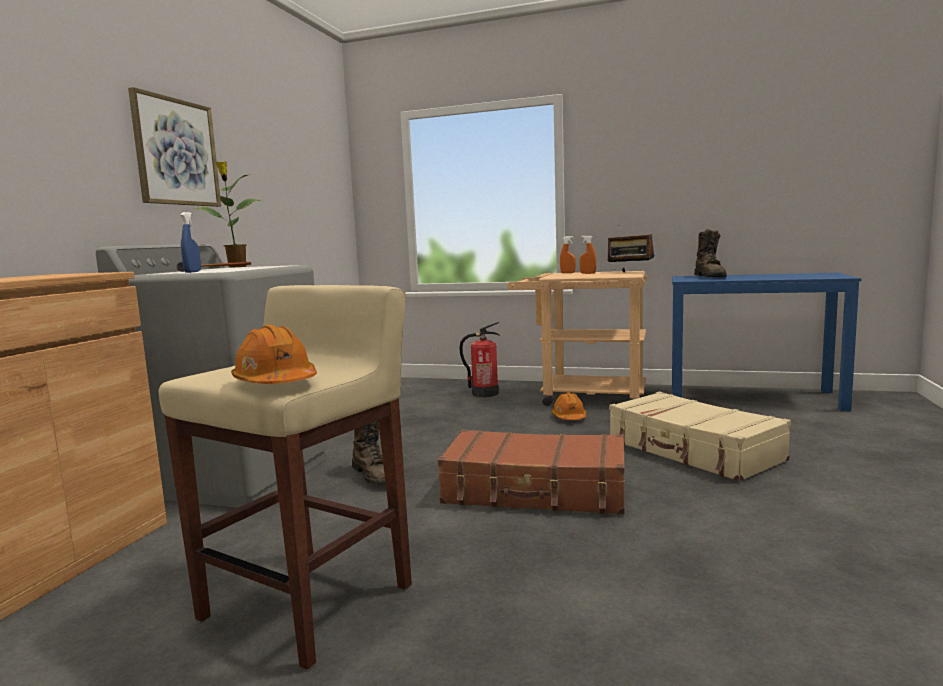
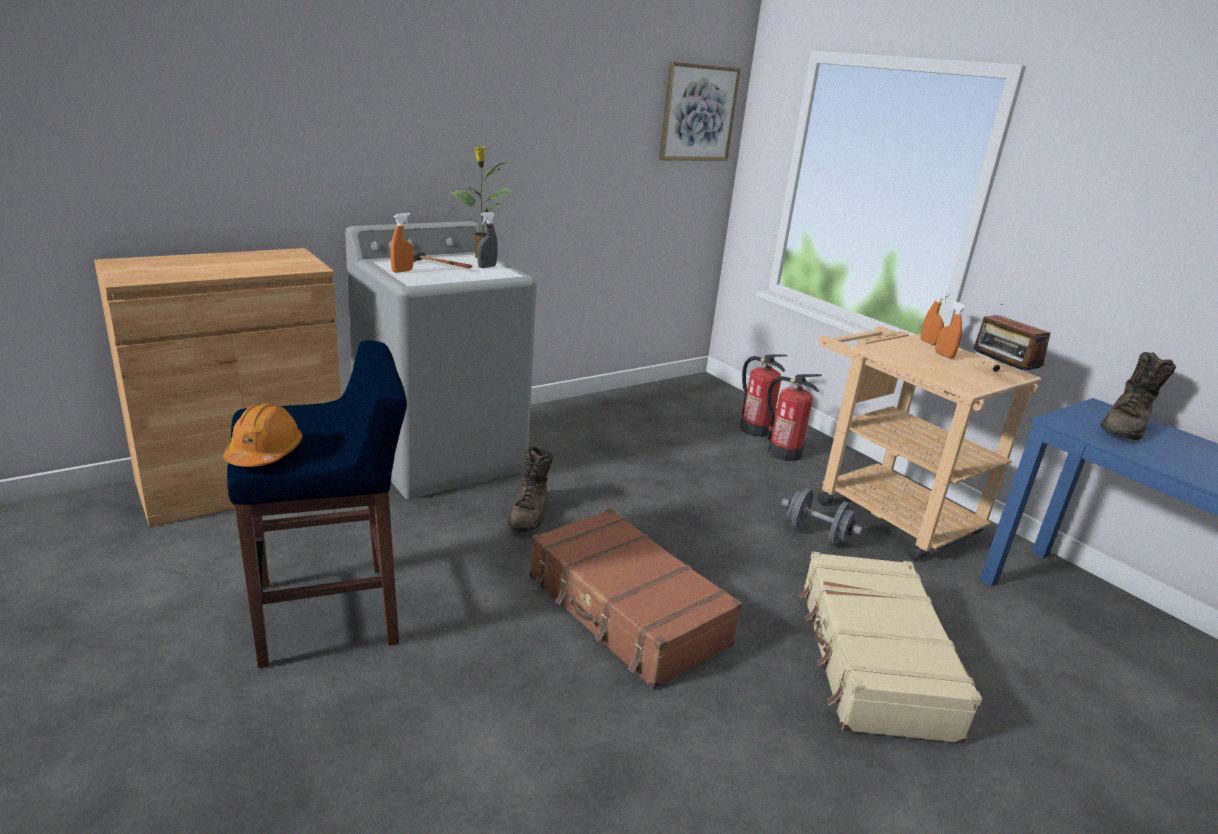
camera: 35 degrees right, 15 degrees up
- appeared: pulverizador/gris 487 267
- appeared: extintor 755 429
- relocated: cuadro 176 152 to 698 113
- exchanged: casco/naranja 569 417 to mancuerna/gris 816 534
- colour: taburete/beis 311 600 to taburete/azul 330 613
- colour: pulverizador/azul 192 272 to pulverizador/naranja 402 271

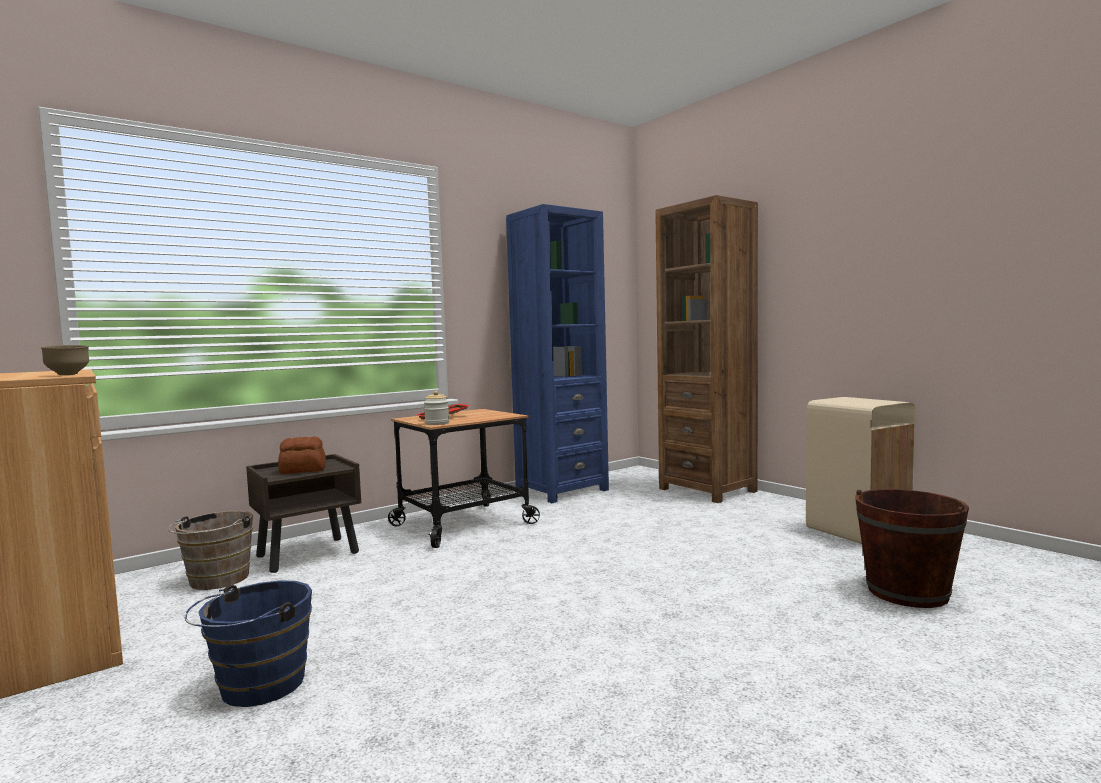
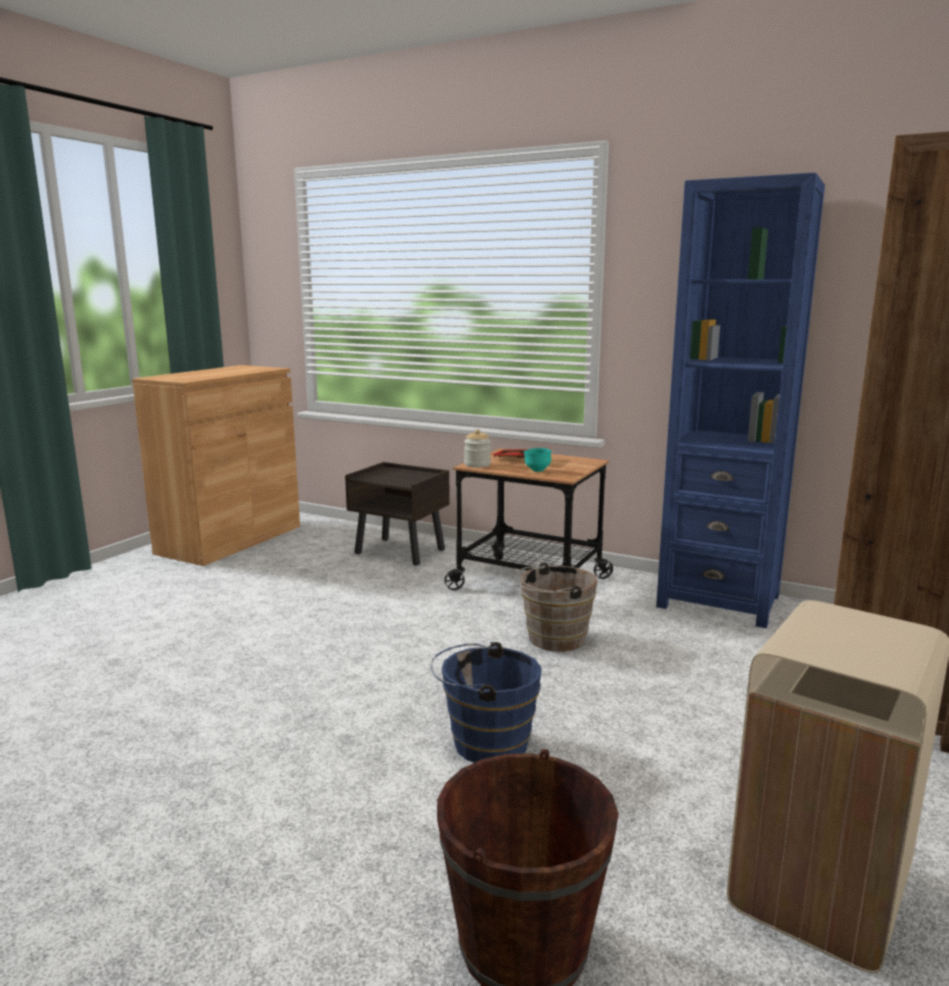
camera: 65 degrees right, 10 degrees up
- missing: cuenco/marrón 68 375
- missing: pan 303 470
- appeared: cuenco/turquesa 537 470
- relocated: cubo/marrón 216 581 to 551 639
- relocated: cubo/azul 256 687 to 484 742

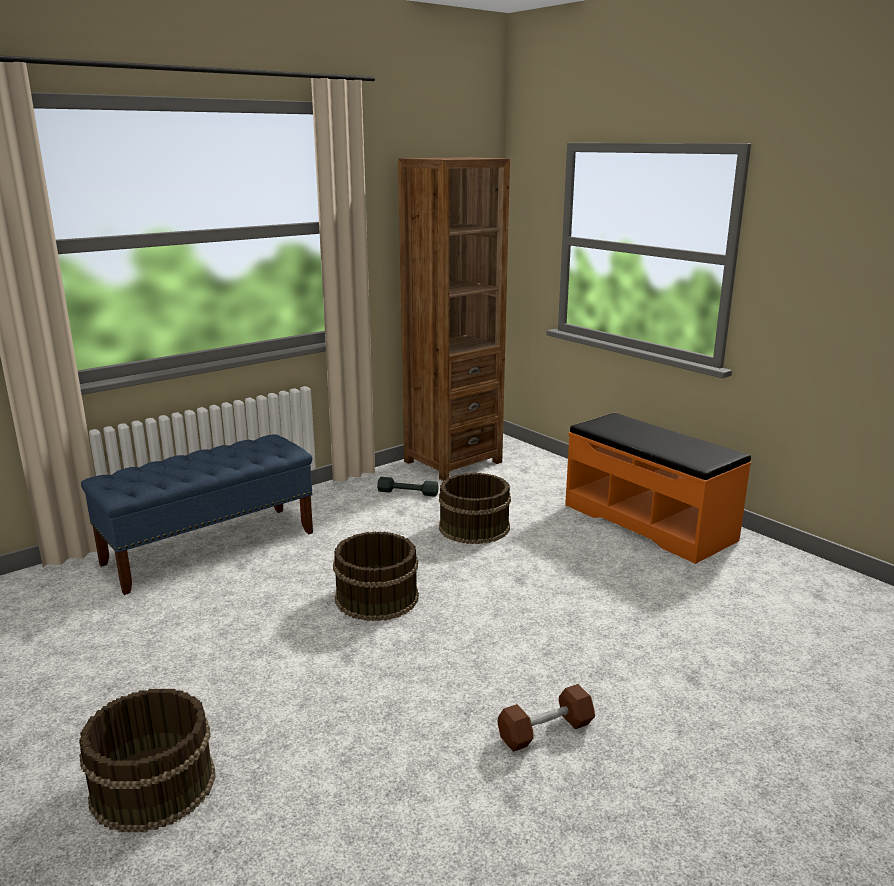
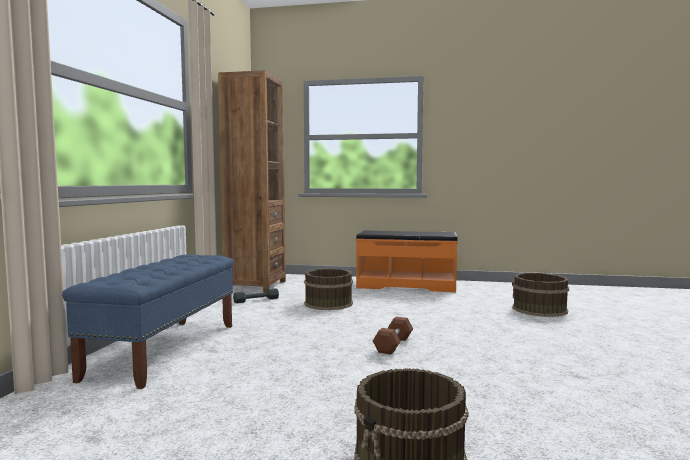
camera: 40 degrees left, 15 degrees down
- relocated: cubo/marrón 375 597 to 539 310
- relocated: mancuerna/marrón 545 731 to 393 345

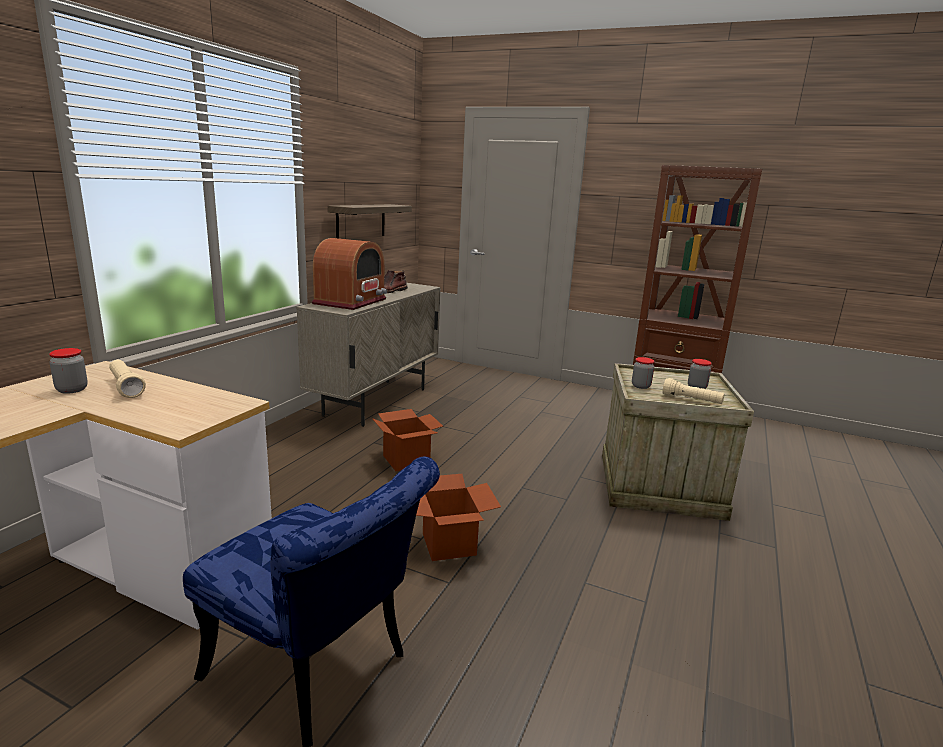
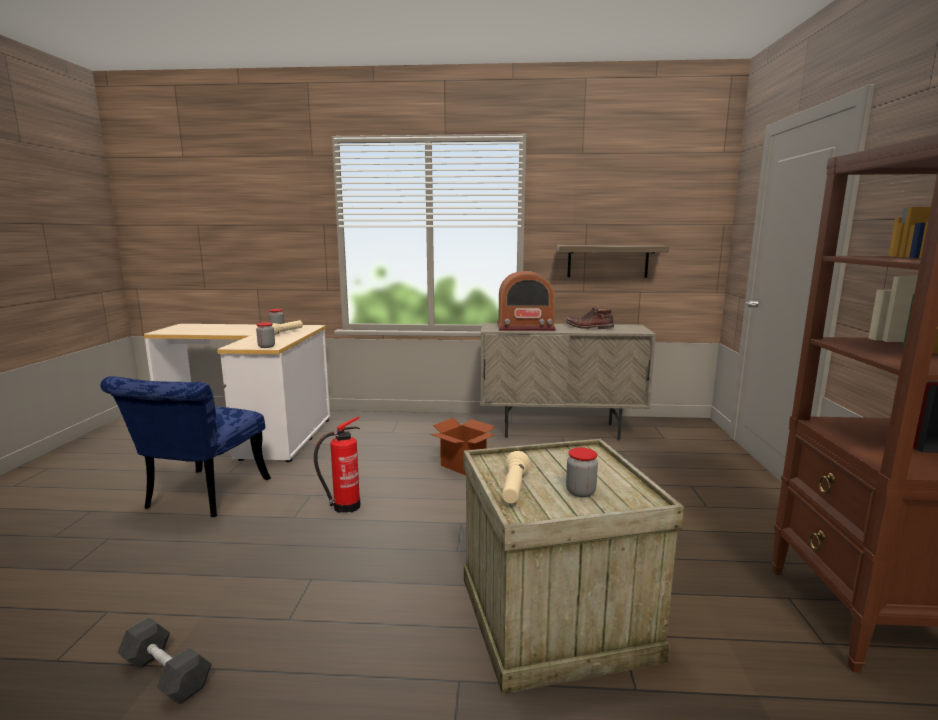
camera: 70 degrees right, 5 degrees down
- appeared: mancuerna/gris 166 674
- relocated: tarro 641 386 to 266 346
- exchanged: caja de cartón 448 544 to extintor 344 507

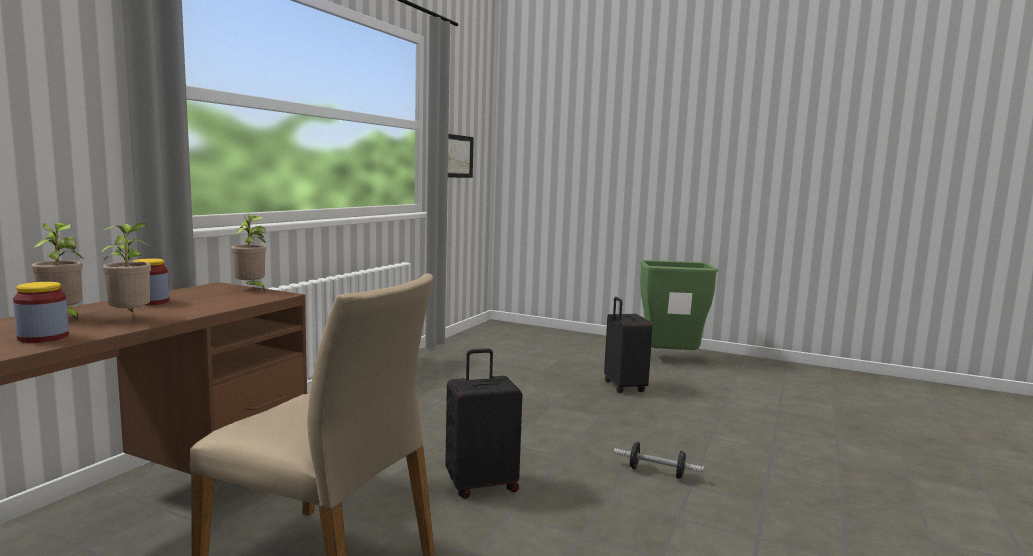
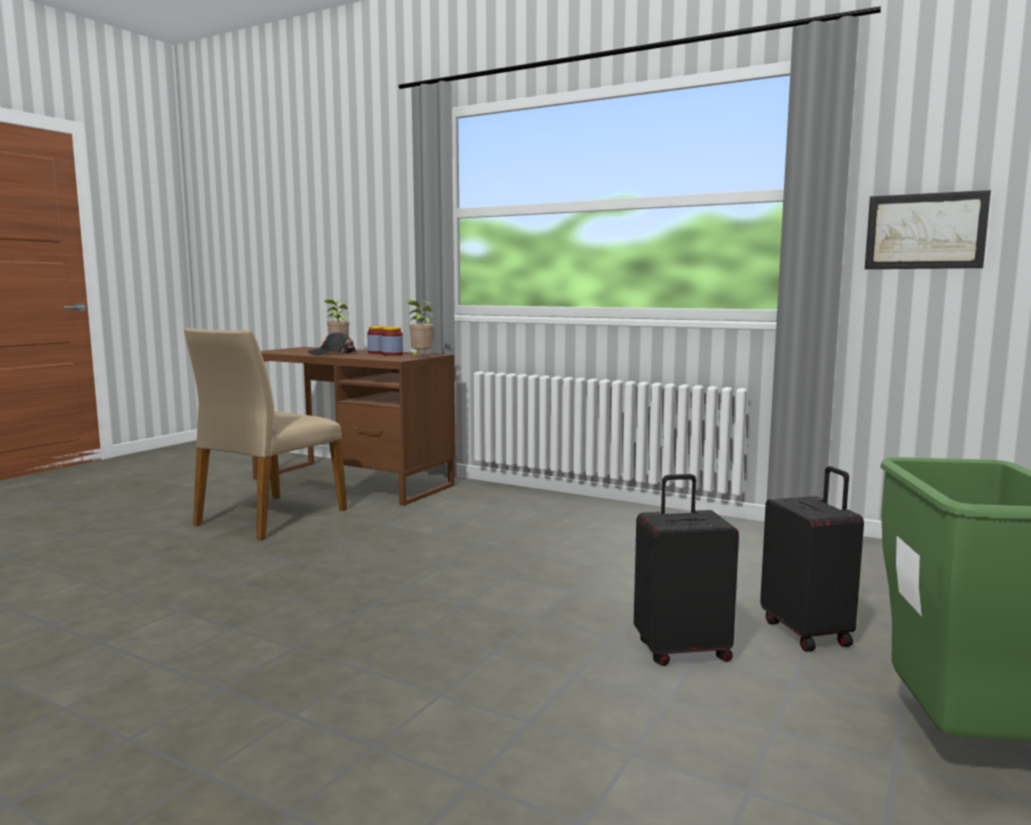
camera: 95 degrees right, 0 degrees up
- missing: mancuerna 656 472
- relocated: tarro 43 337 to 392 354
- relocated: maleta/negro 481 485 to 808 632
- exchanged: planta en maceta 131 318 to gorra/negro 332 353

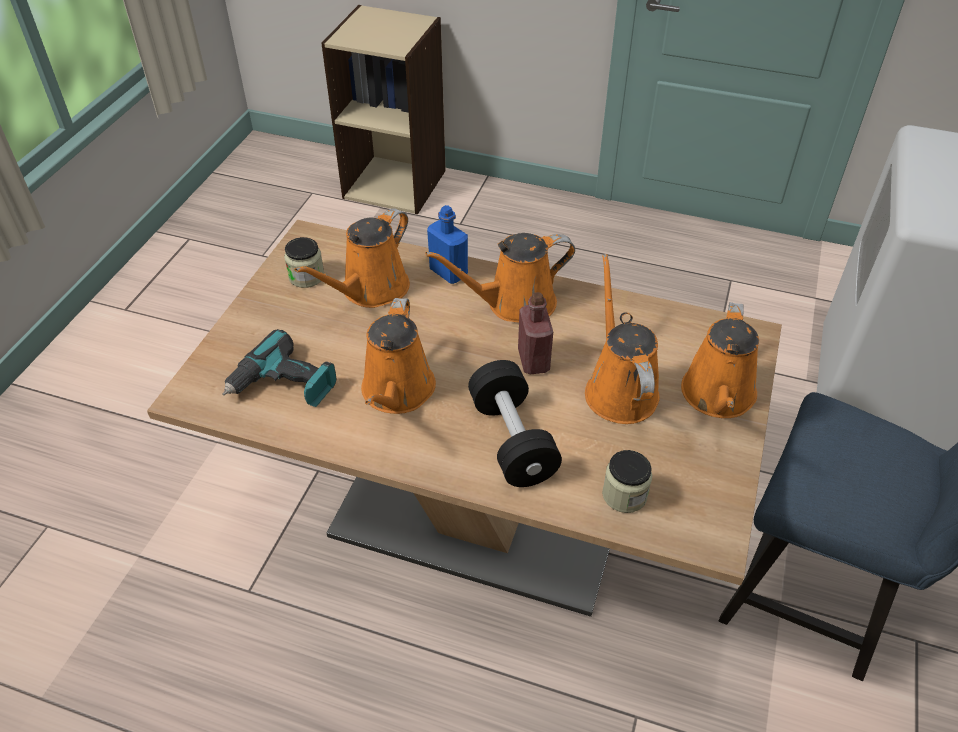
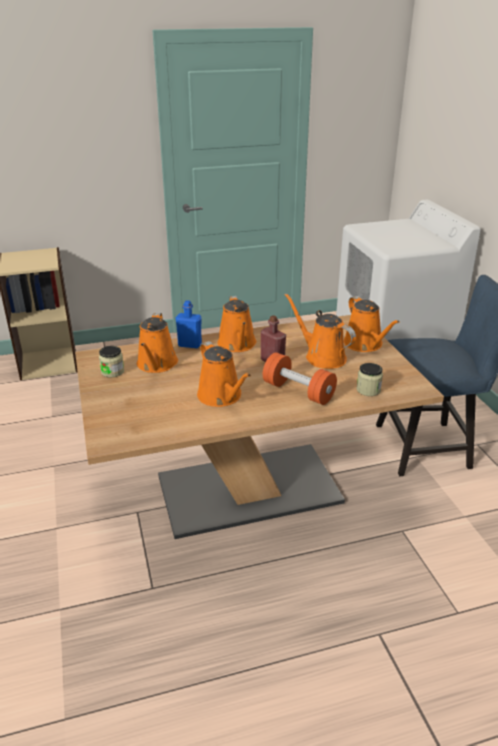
camera: 35 degrees left, 15 degrees down
- missing: taladro 284 386
- colour: mancuerna/negro 512 440 to mancuerna/naranja 298 391
- spun: regadera/naranja 514 303 = 237 345 45 degrees counterclockwise

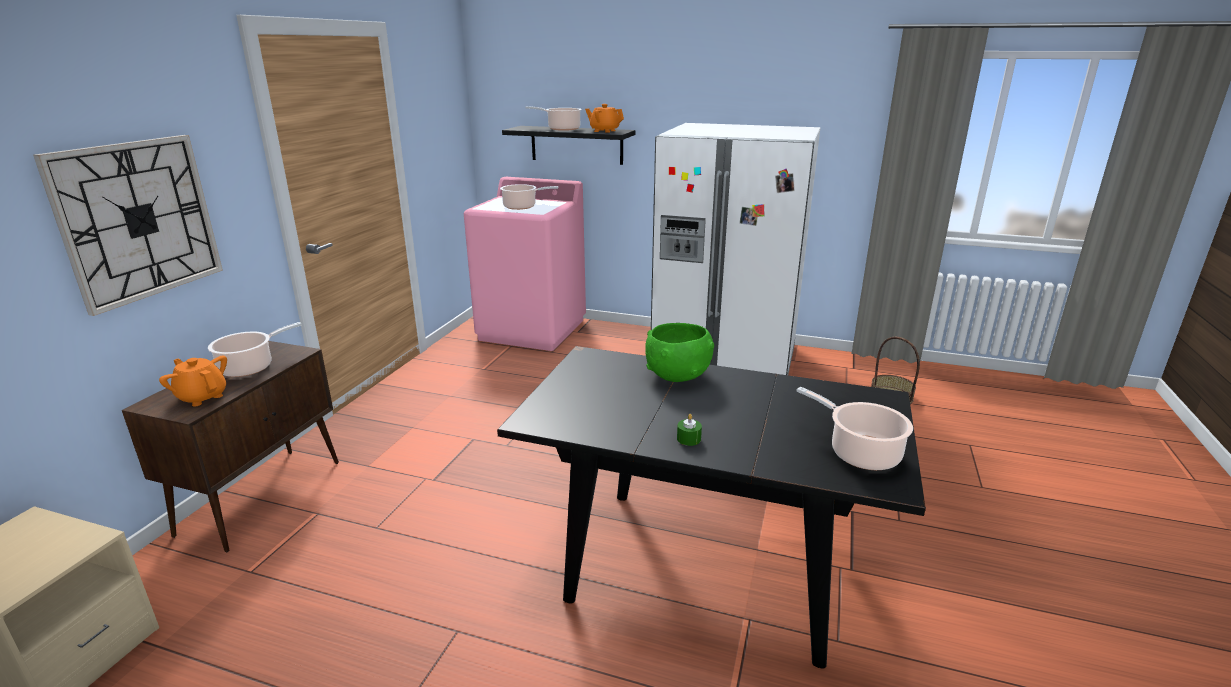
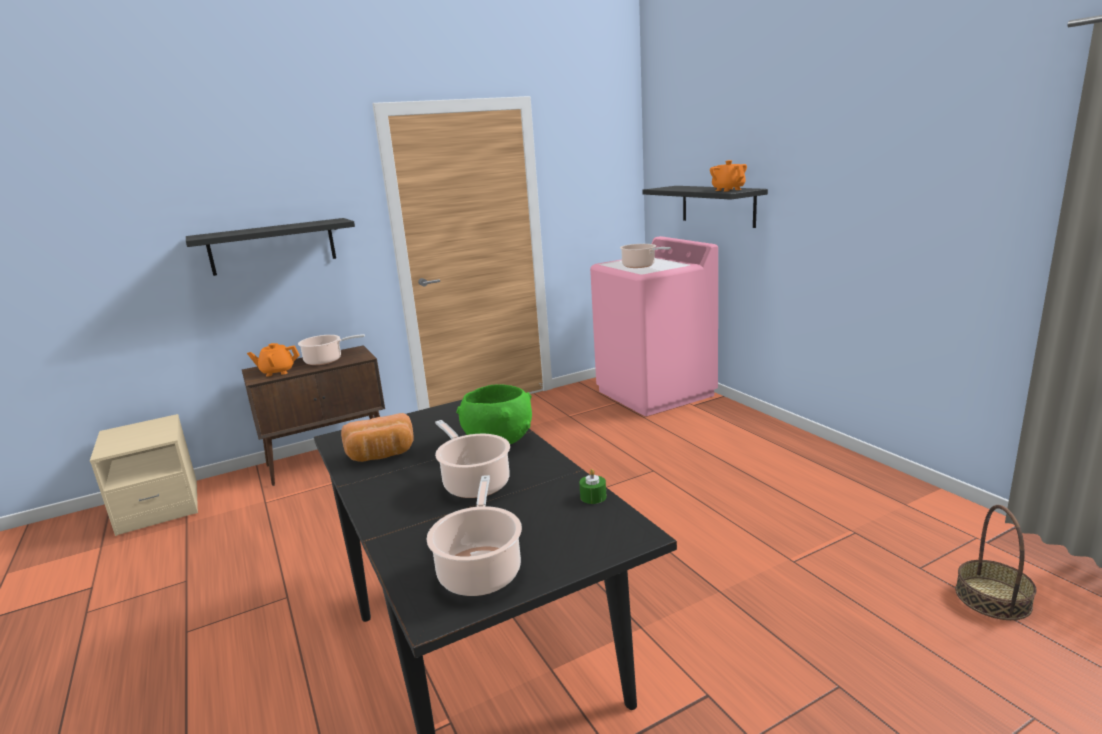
camera: 45 degrees right, 5 degrees down
- missing: nevera/blanco 725 360
- appeared: pan 381 455
- relocated: olla 561 129 to 474 482
- relocated: vela/verde 688 439 to 593 497
- exchanged: reloj de pared 138 220 to estante/negro 272 246
- spun: tetera/naranja 202 397 = 277 372 90 degrees counterclockwise

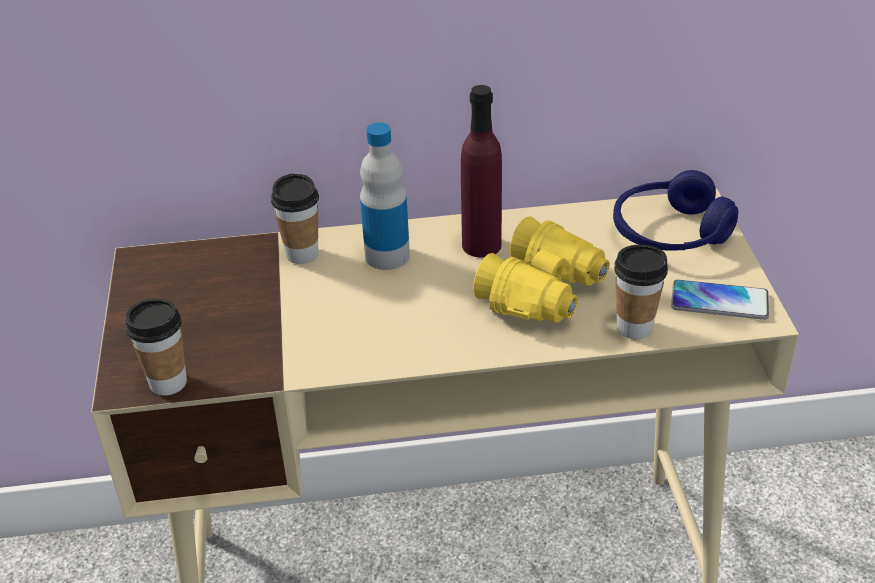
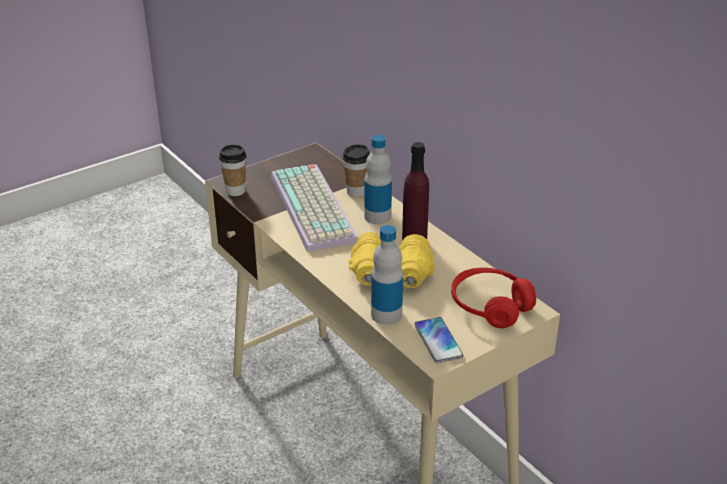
camera: 60 degrees right, 5 degrees down
- appeared: teclado 315 208
- exchanged: taza 634 327 to botella 386 314
- colour: auriculares/azul 670 233 to auriculares/rojo 490 306

